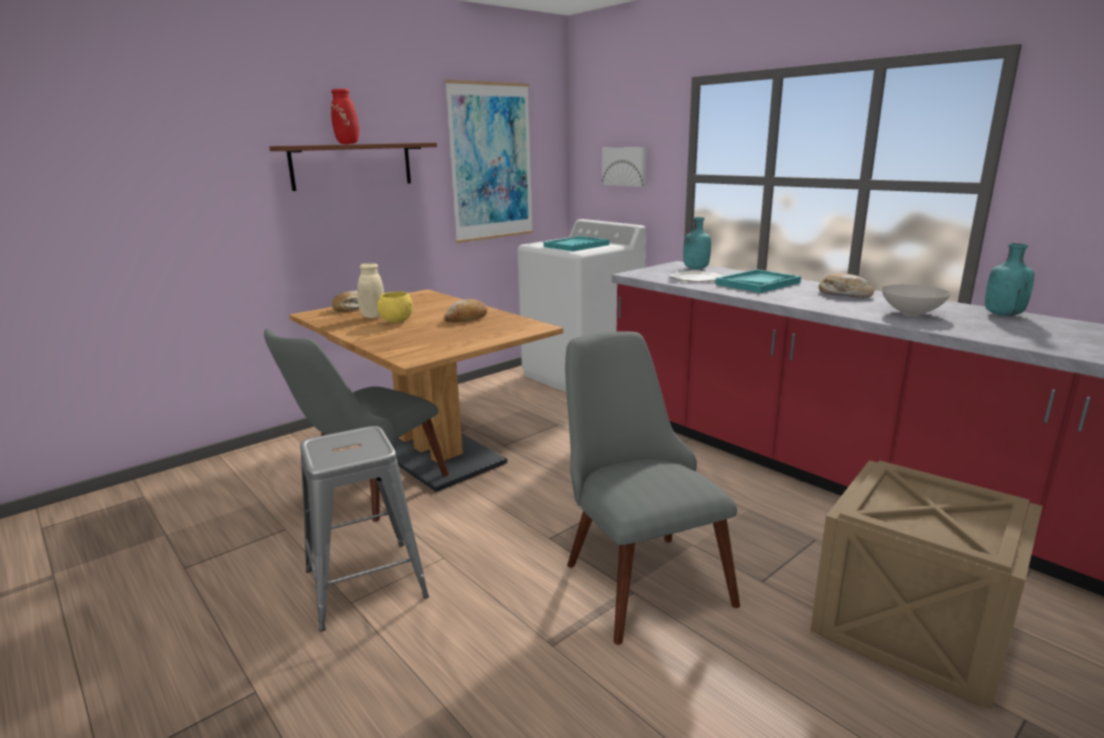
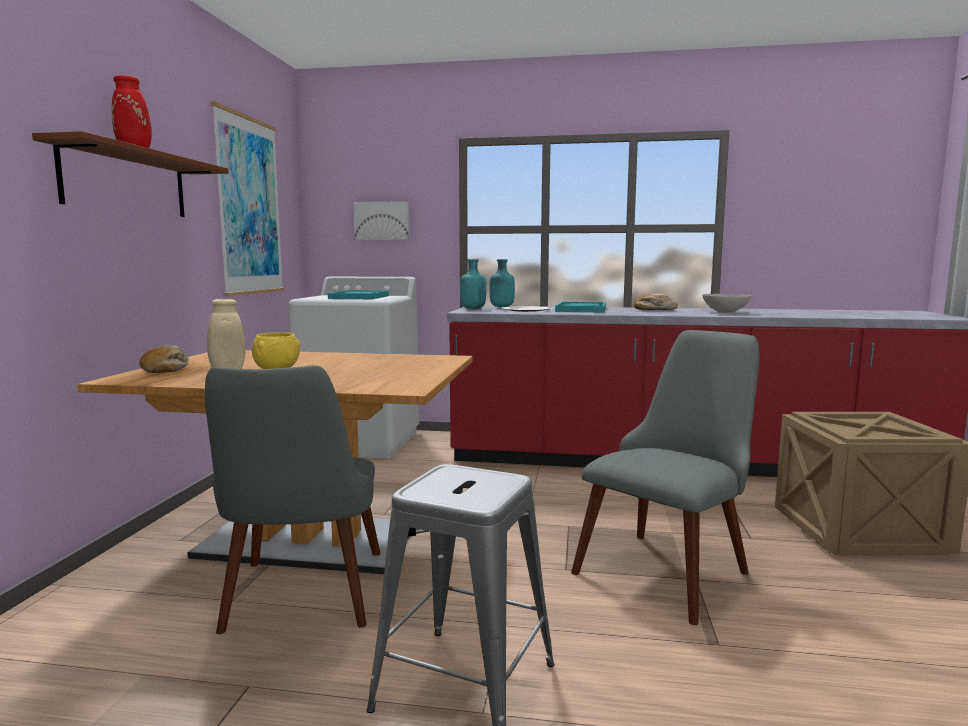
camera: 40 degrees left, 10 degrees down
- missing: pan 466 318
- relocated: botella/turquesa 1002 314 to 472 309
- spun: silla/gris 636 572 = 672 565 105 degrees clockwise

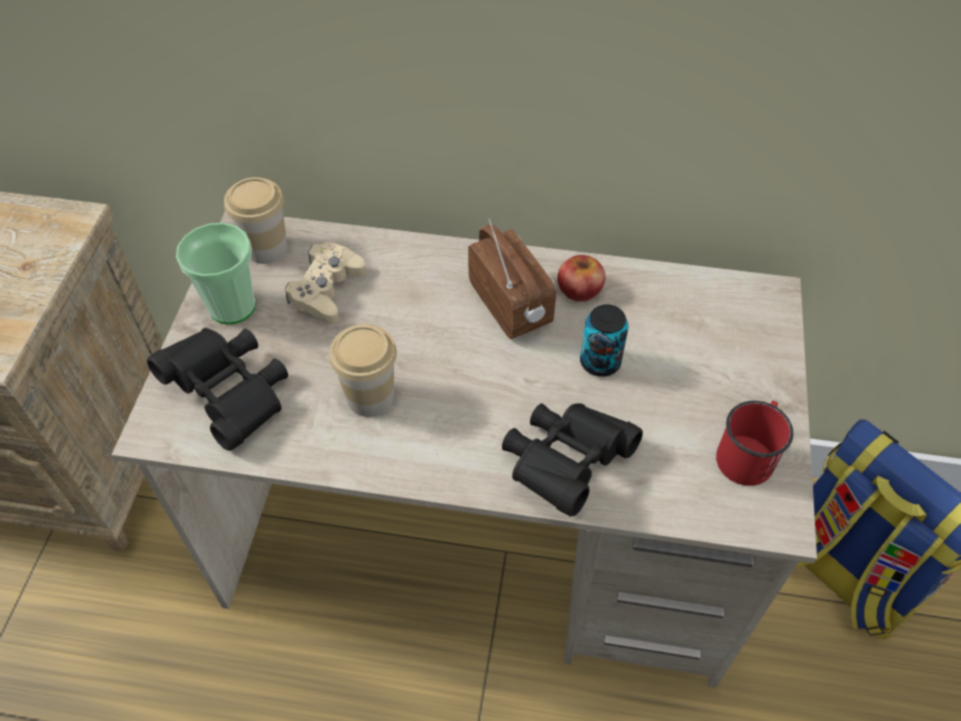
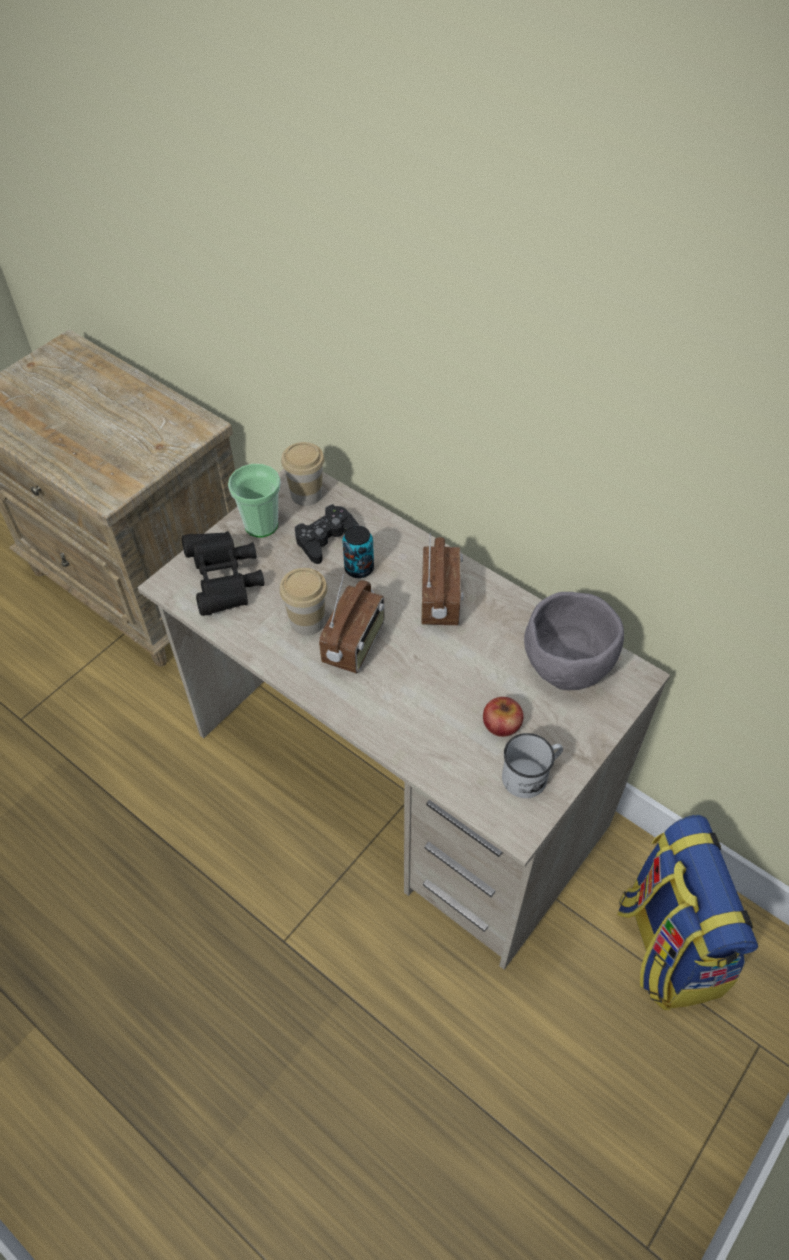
camera: 30 degrees right, 0 degrees up
- missing: prismáticos/negro 565 463
- appeared: radio 355 644
- appeared: cuenco/gris 566 663
- relocated: manzana 579 289 to 501 724
- relocated: lata 600 362 to 359 568
- colour: mando de consola/beis 326 290 to mando de consola/negro 326 539
- colour: taza grande/rojo 748 454 to taza grande/blanco 530 775

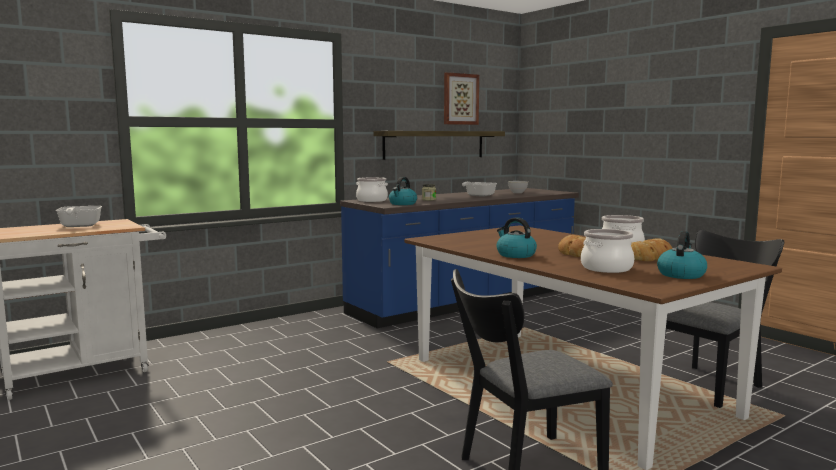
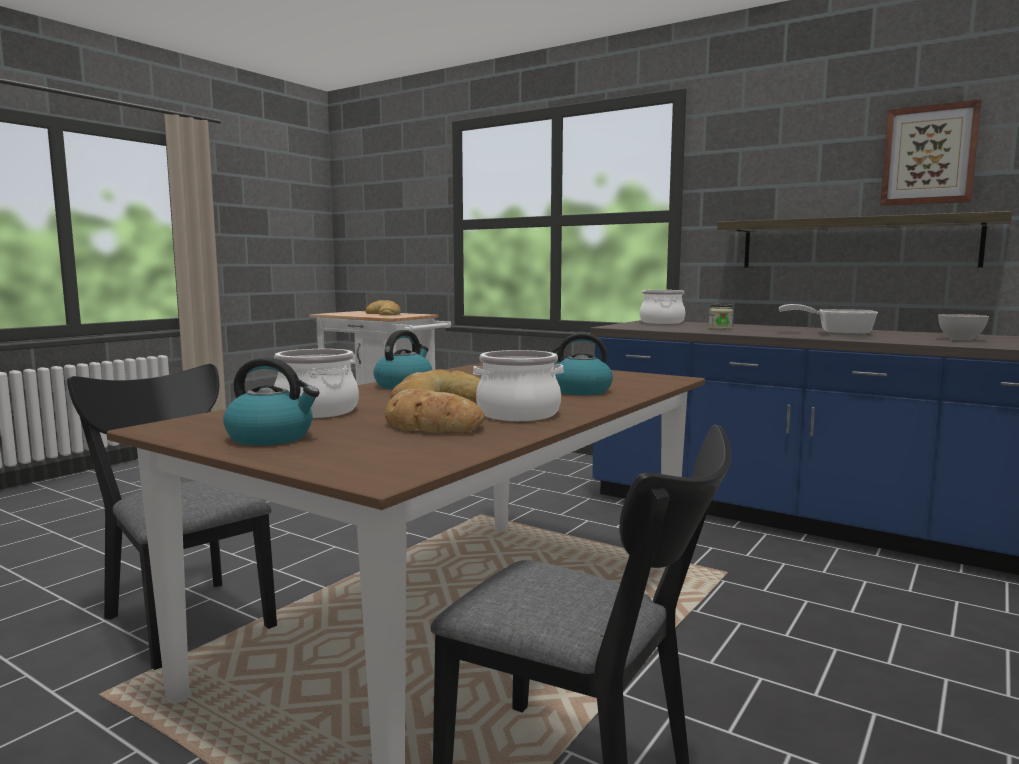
camera: 70 degrees right, 0 degrees up
- relocated: hervidor 402 204 to 580 391
- exchanged: sartén 79 226 to pan 384 314

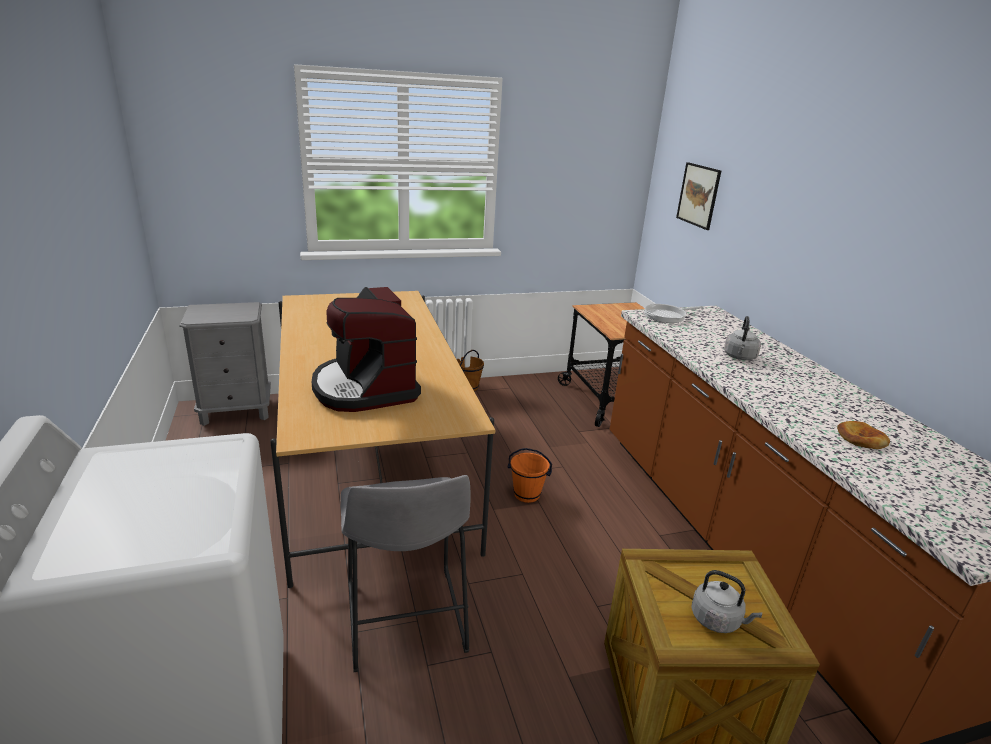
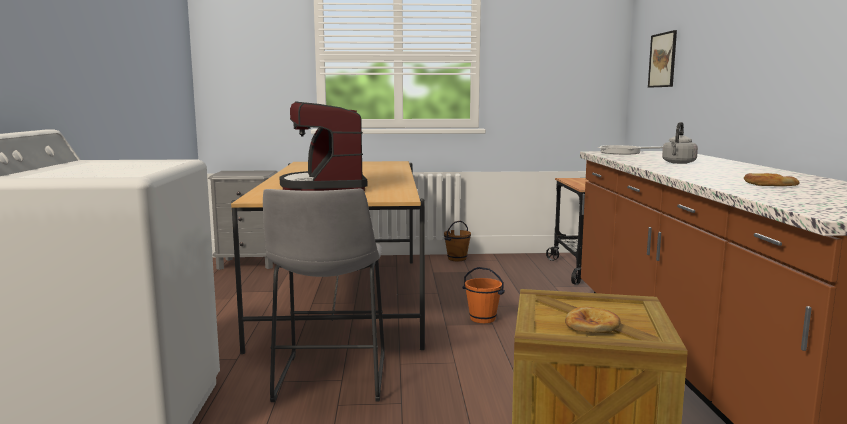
camera: 15 degrees right, 15 degrees down
- exchanged: hervidor/gris 718 620 to pan 592 325

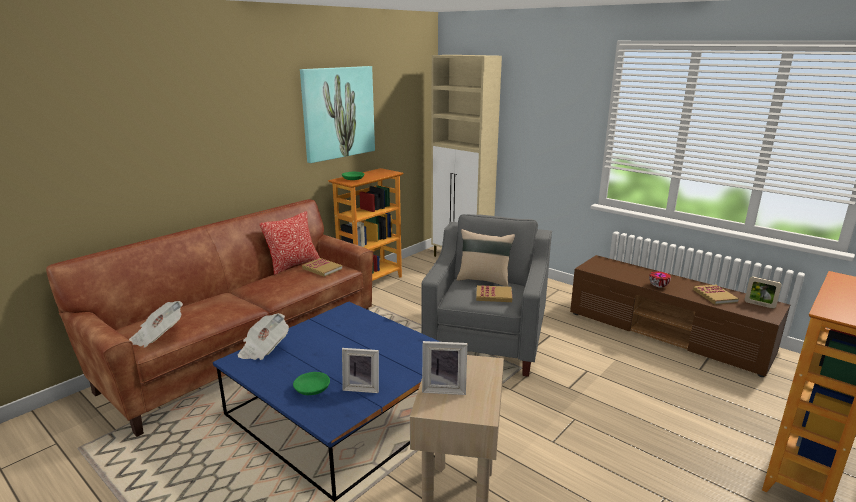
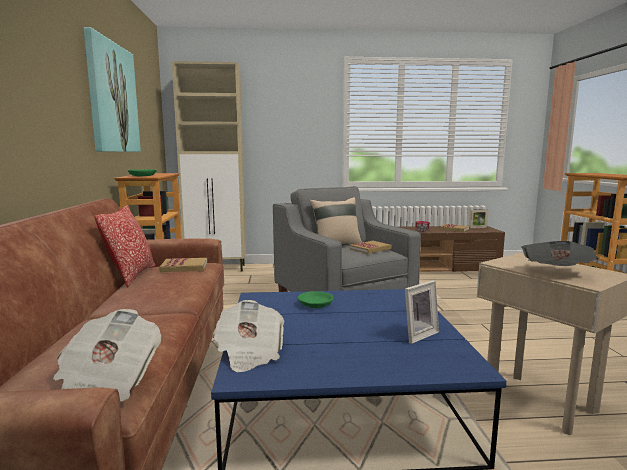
camera: 45 degrees left, 10 degrees down
- relocated: cuenco/verde 311 389 to 315 305
- exchanged: portarretratos 444 388 to periódico 556 273

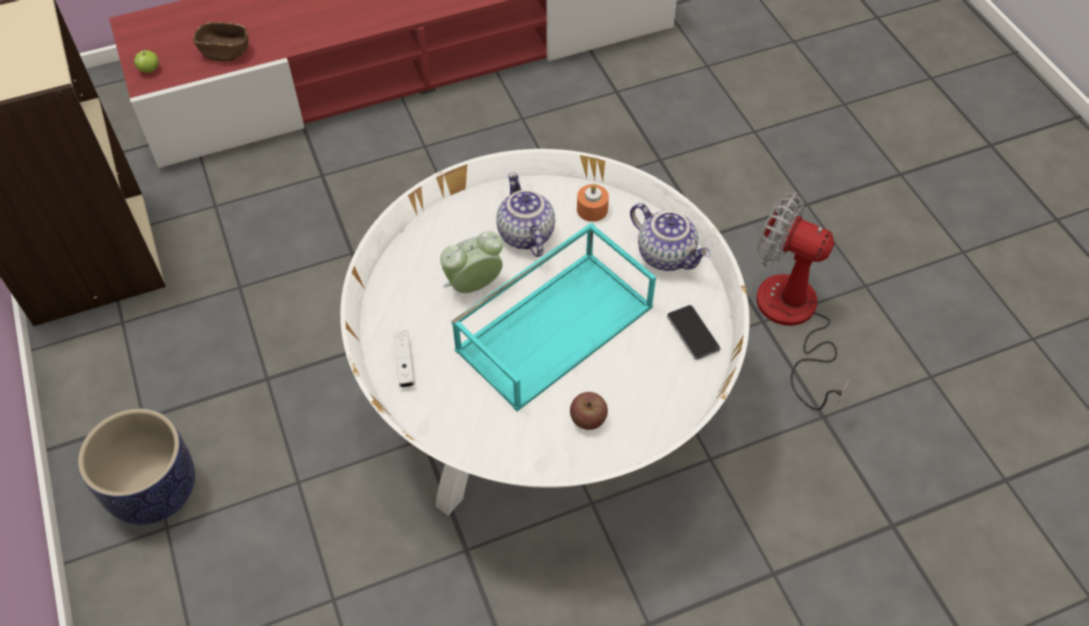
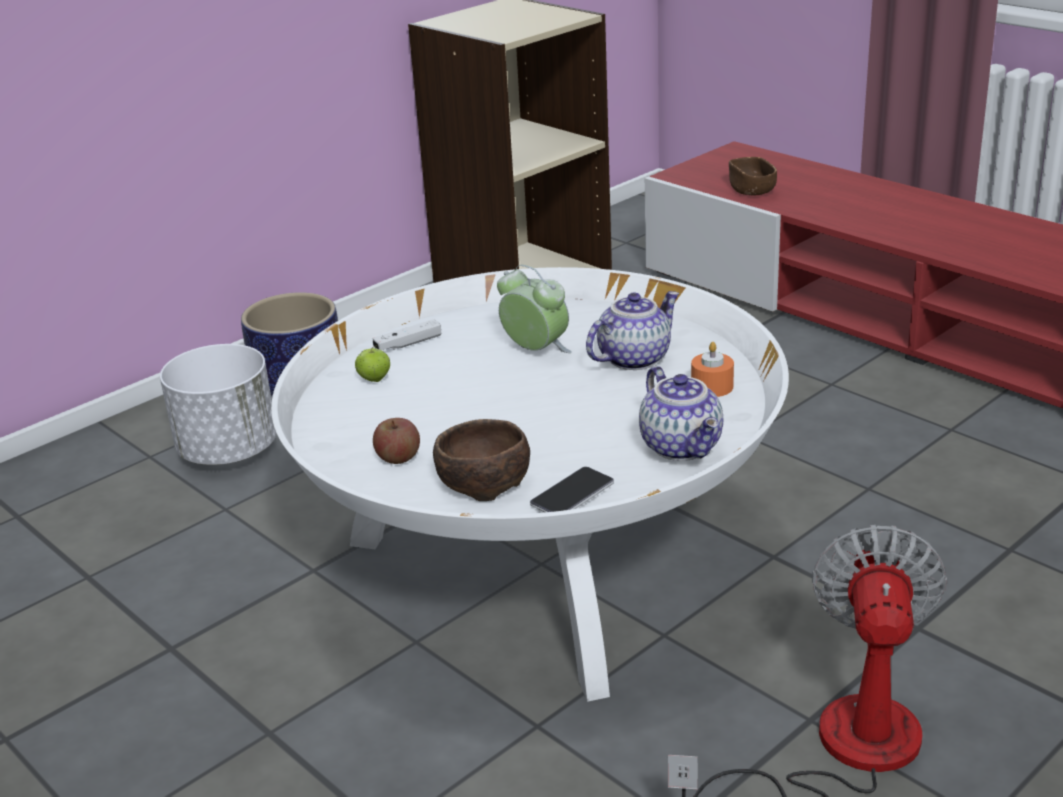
camera: 70 degrees right, 25 degrees down
- missing: bandeja/turquesa 555 326
- appeared: maceta/blanco 228 451
- appeared: cuenco/marrón 482 482
- relocated: manzana 149 70 to 374 379
- spun: tetera 667 255 = 683 447 45 degrees counterclockwise

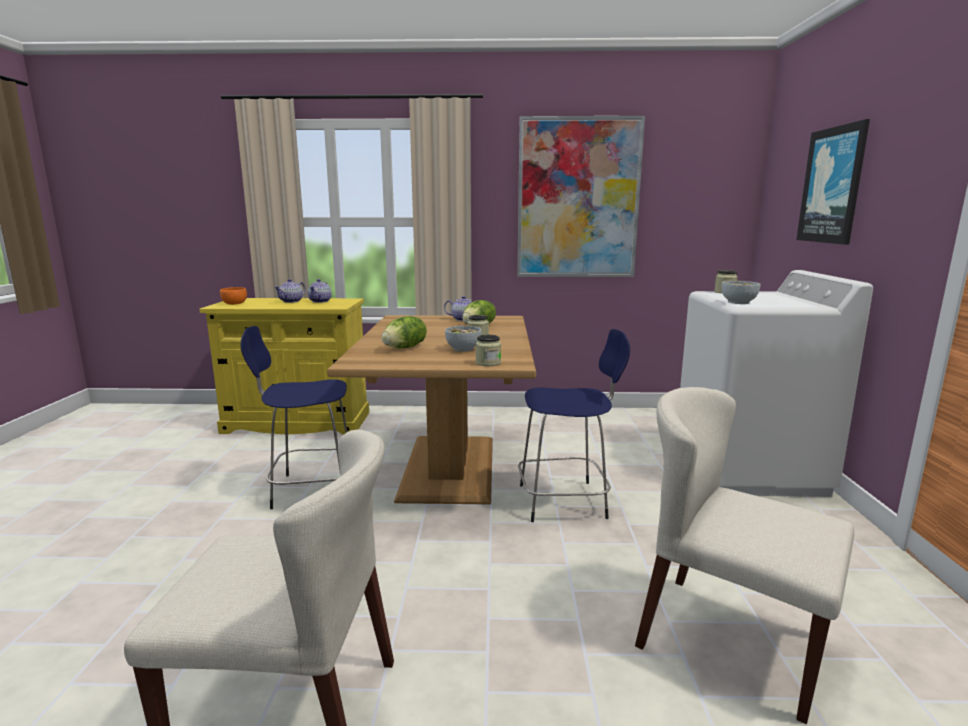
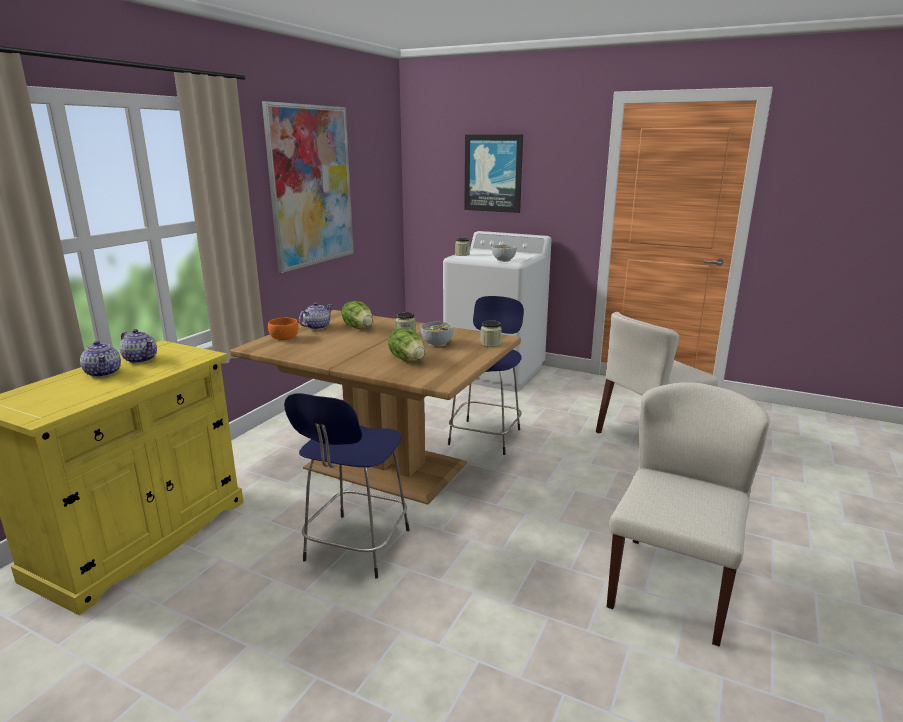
camera: 65 degrees left, 5 degrees up
- relocated: cuenco/naranja 234 303 to 284 338

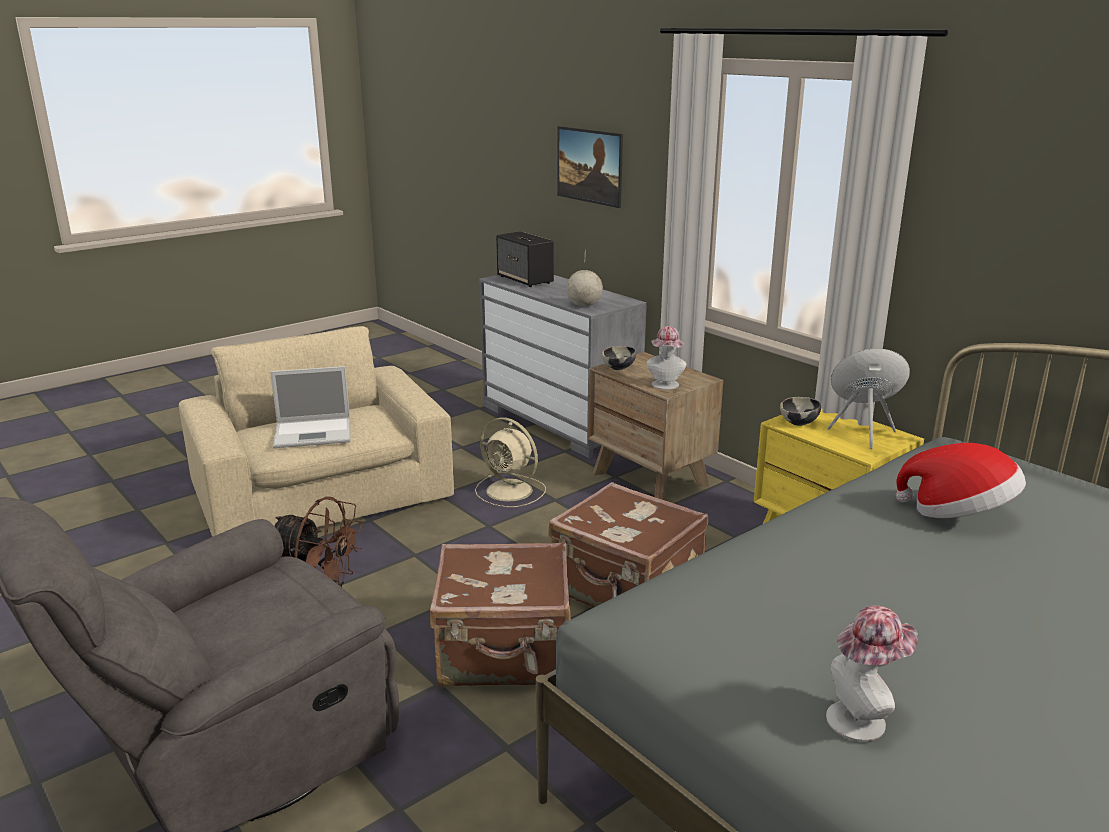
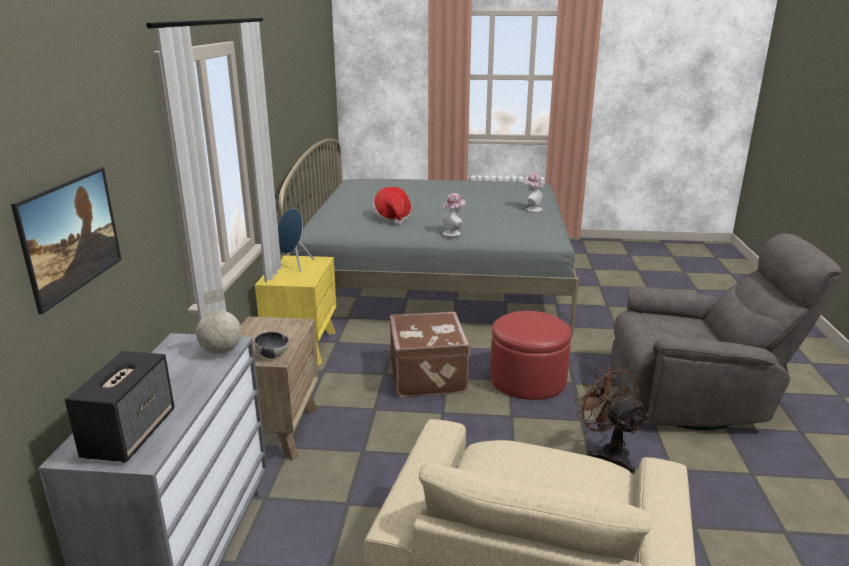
camera: 135 degrees left, 0 degrees up
- missing: portátil 315 433
- missing: ventilador/beis 511 491
- missing: cuenco 799 423
- relocated: sombrero 665 386 to 453 233
- exchanged: maleta/marrón 505 654 to puf/rojo 528 380

